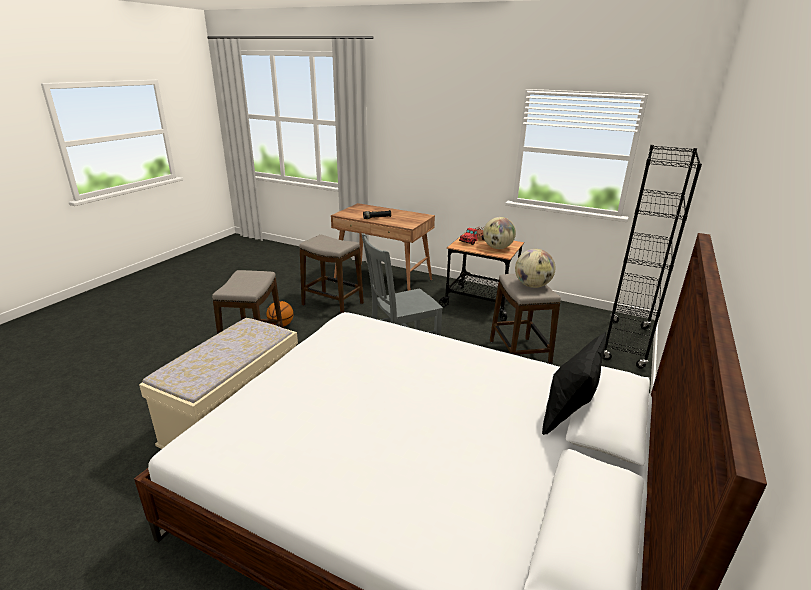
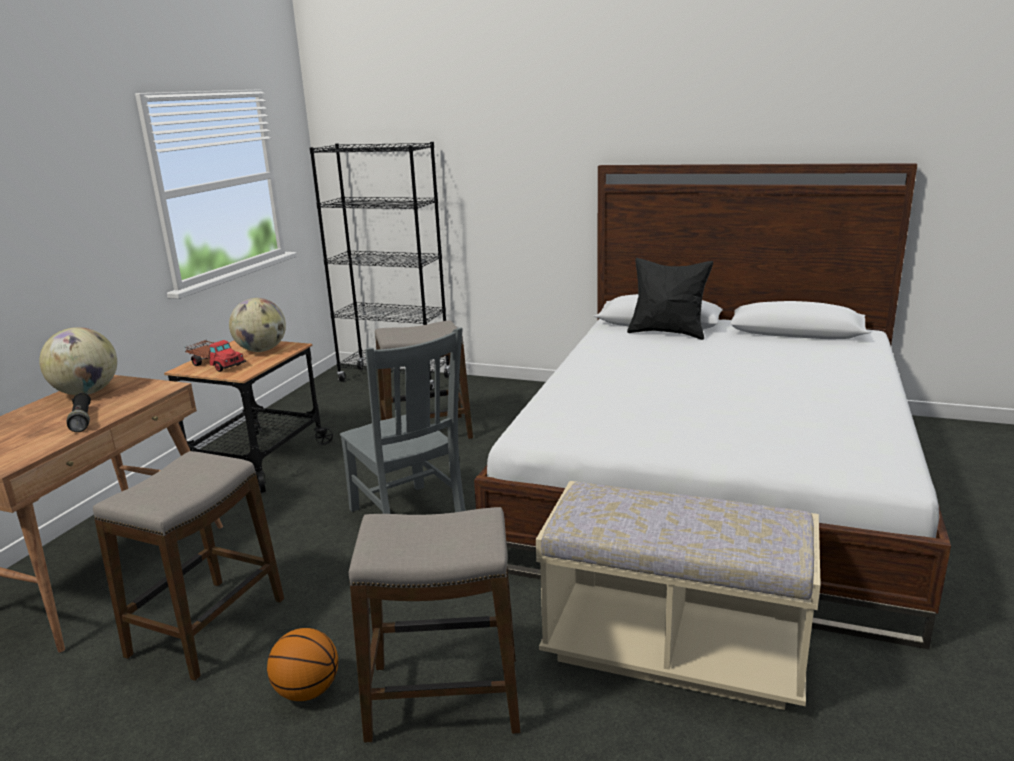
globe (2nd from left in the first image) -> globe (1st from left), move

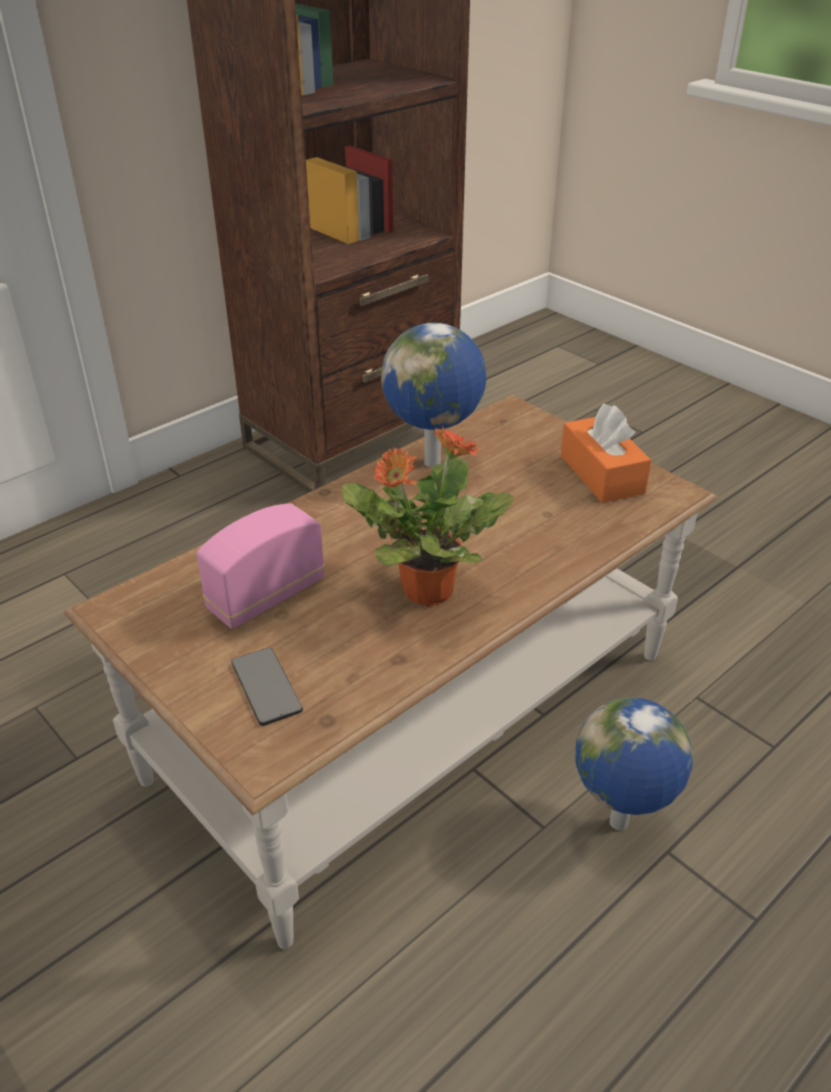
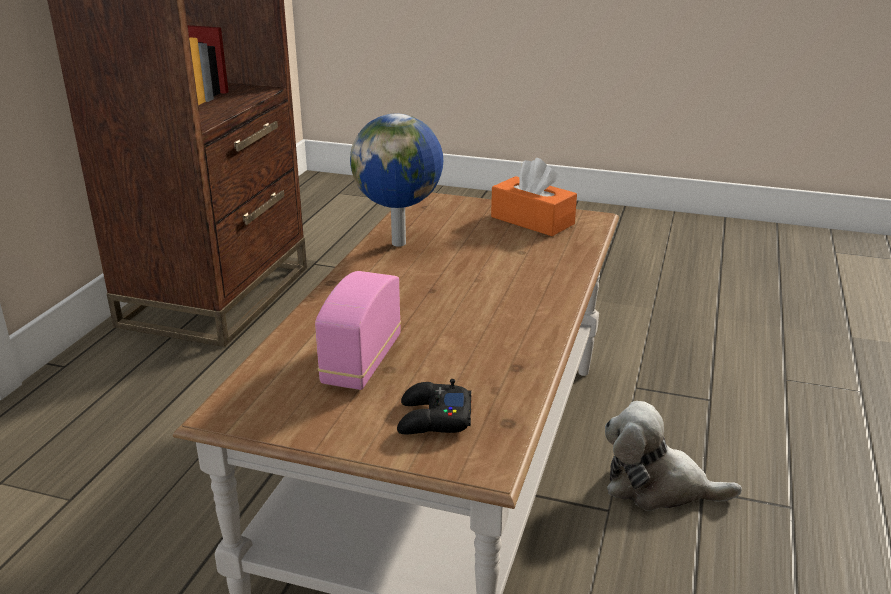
potted plant -> none
phone -> game controller (black)
globe (2nd from left) -> plush toy

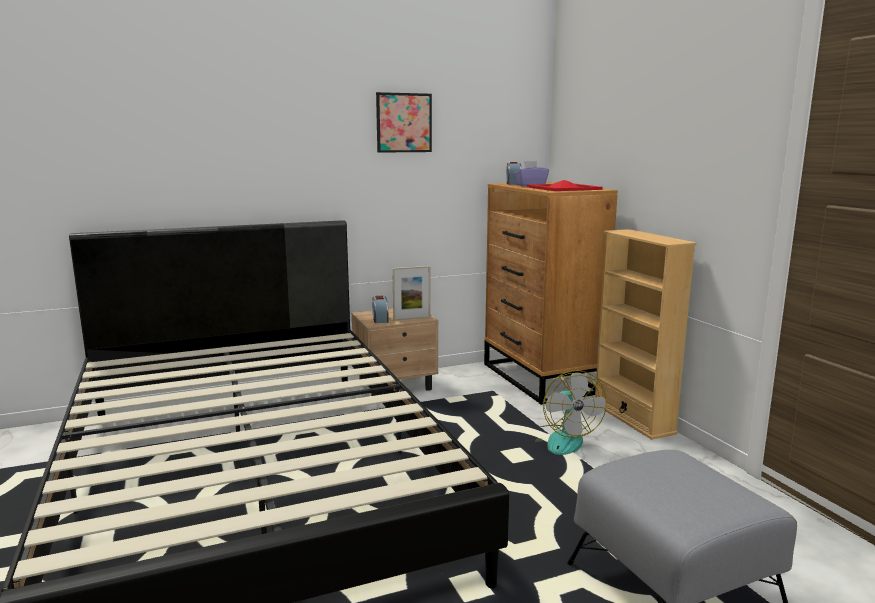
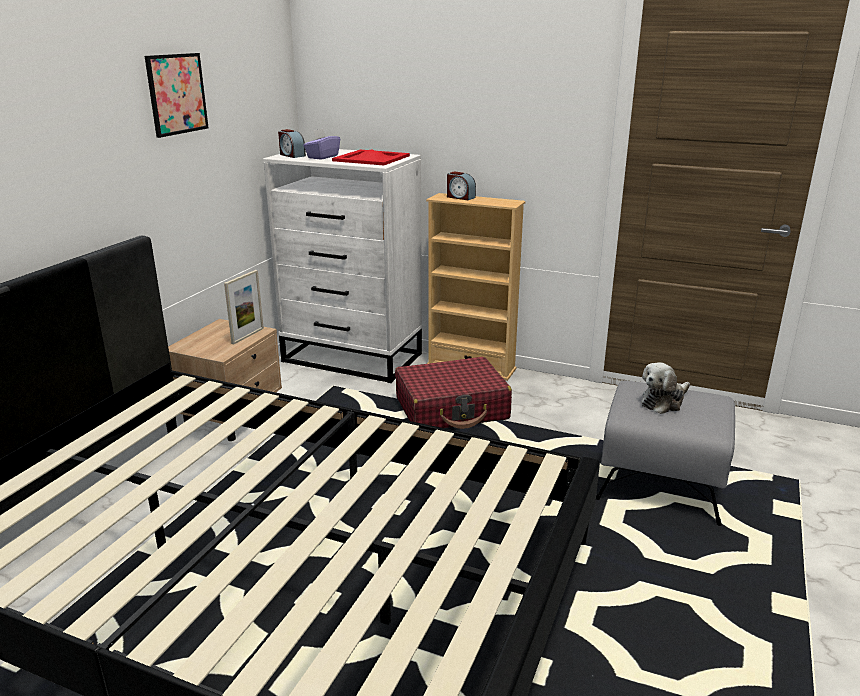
dresser (brown) -> dresser (white)
alarm clock (1st from left in the first image) -> alarm clock (2nd from left), move
fan -> suitcase (red)
none -> plush toy

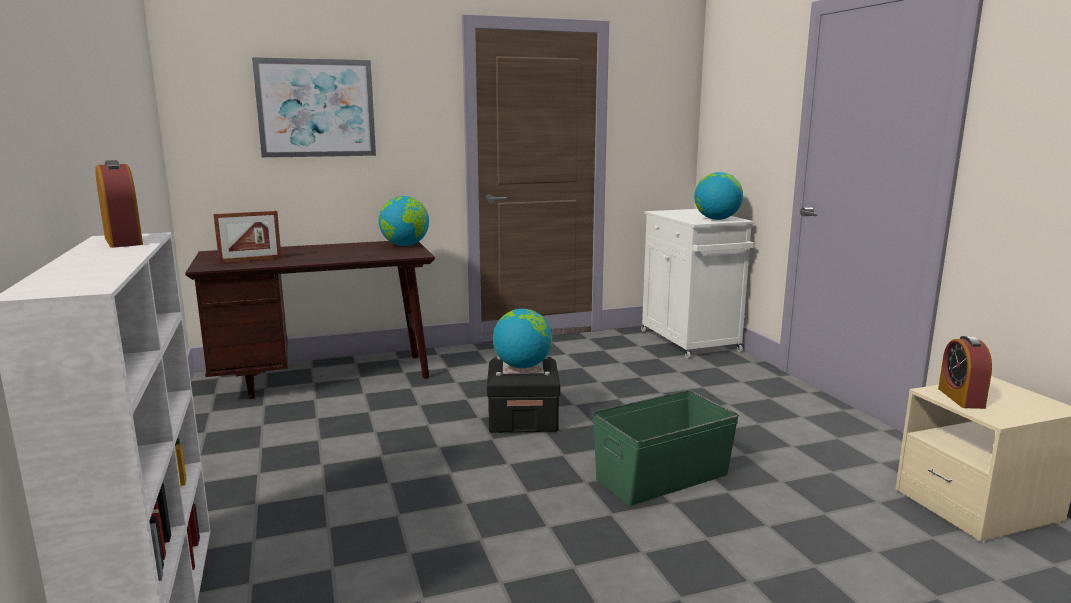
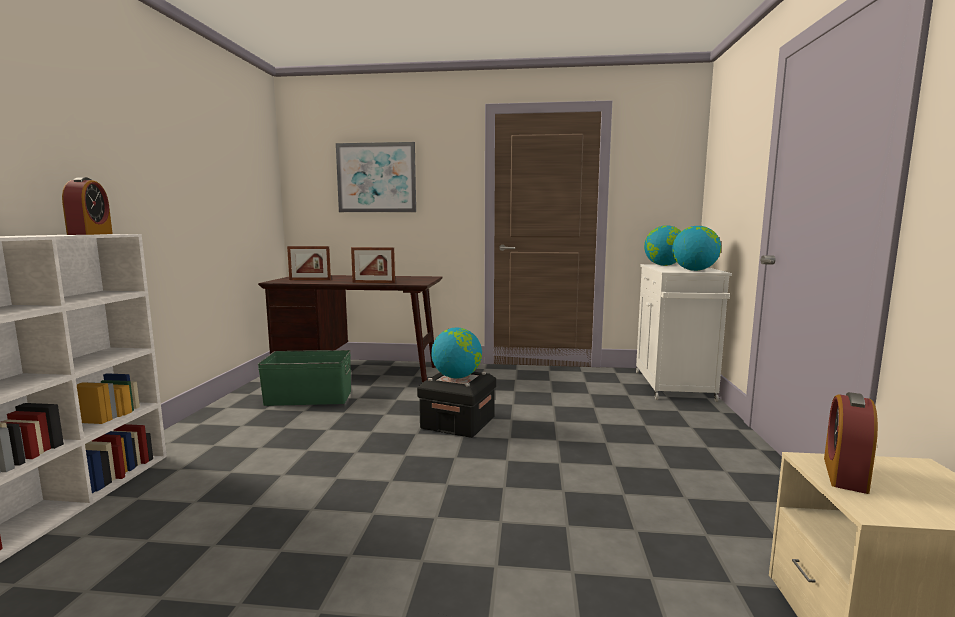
globe (1st from left in the first image) -> globe (2nd from left), move
storage box (green), move
none -> picture frame (2nd from left)

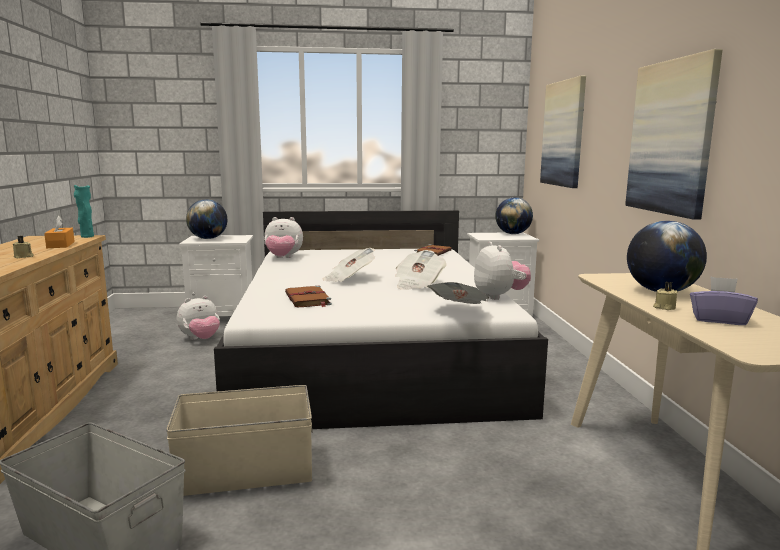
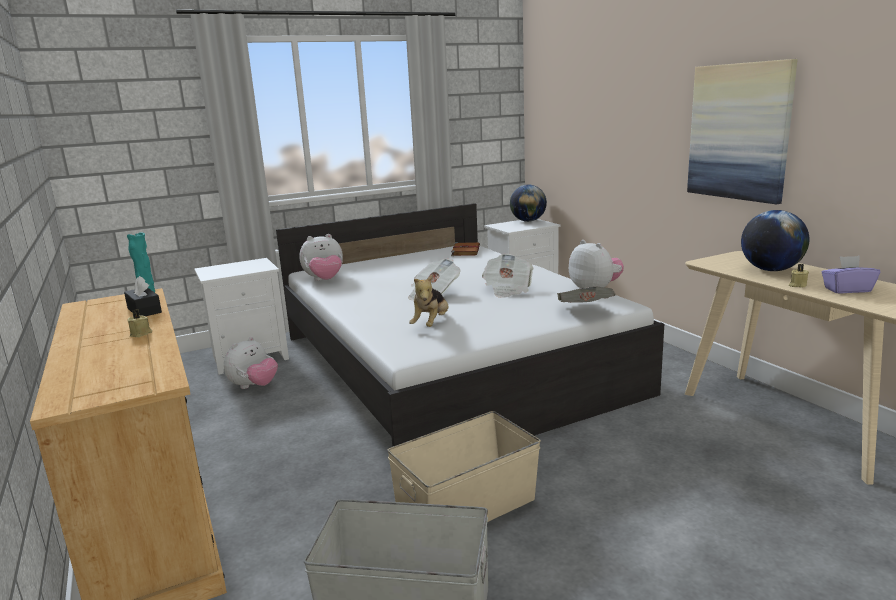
picture (1st from left) -> none
globe (1st from left) -> none
tissue box (orange) -> tissue box (black)
book (brown) (1st from left) -> plush toy (3rd from left)

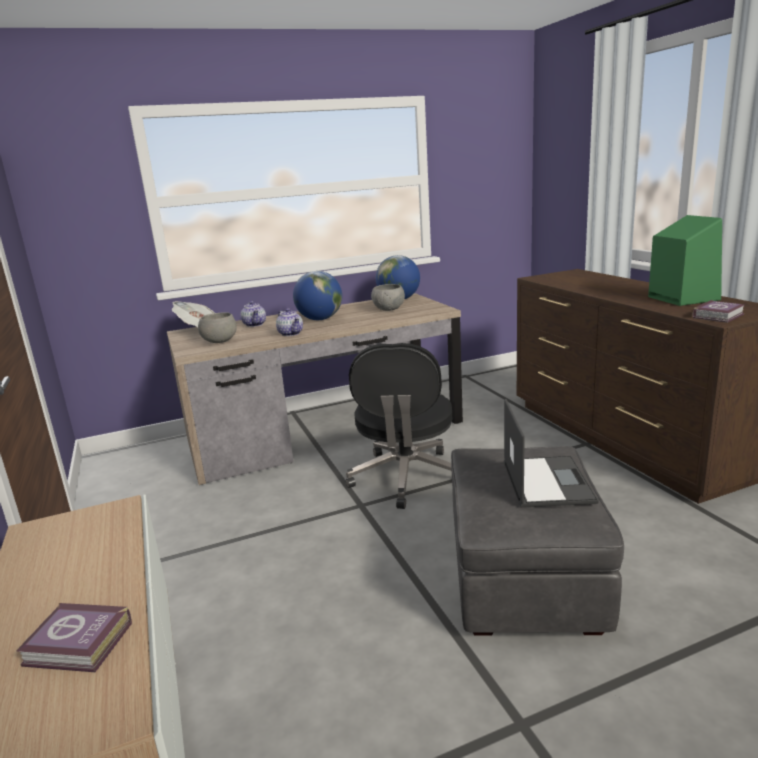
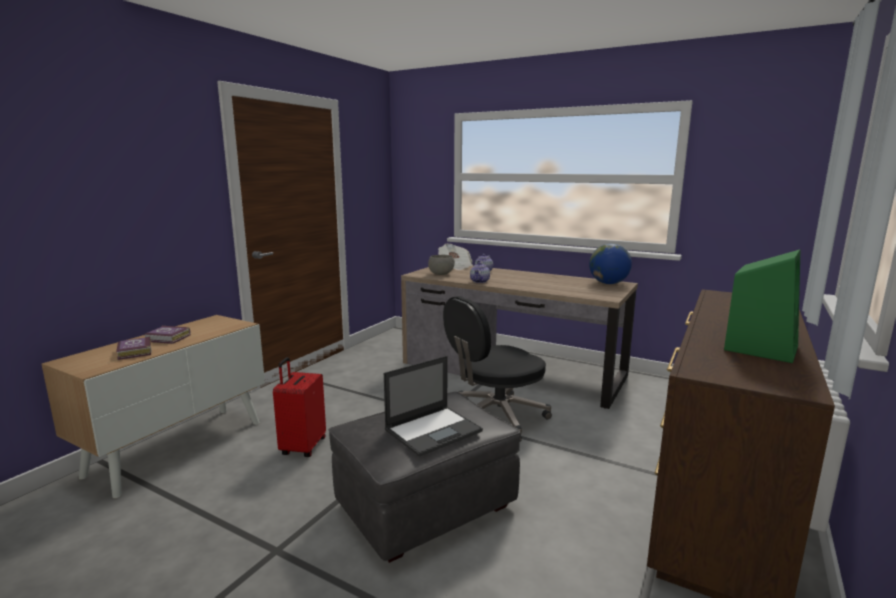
globe (1st from left) -> none
bowl (grey) (2nd from left) -> none
book (2nd from left), move
none -> suitcase (red)

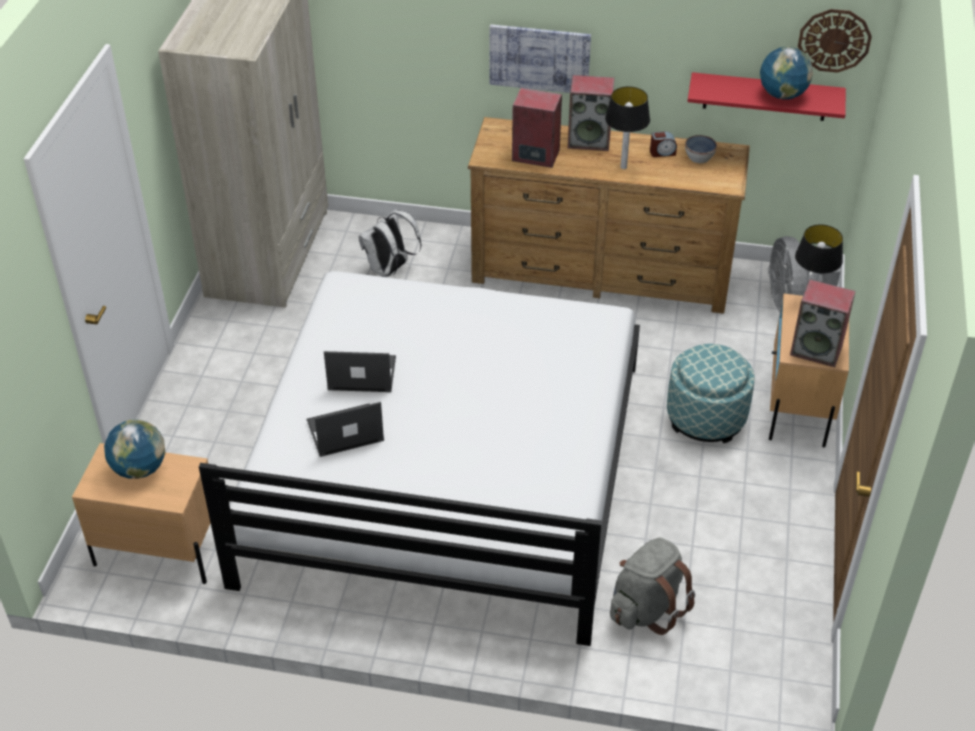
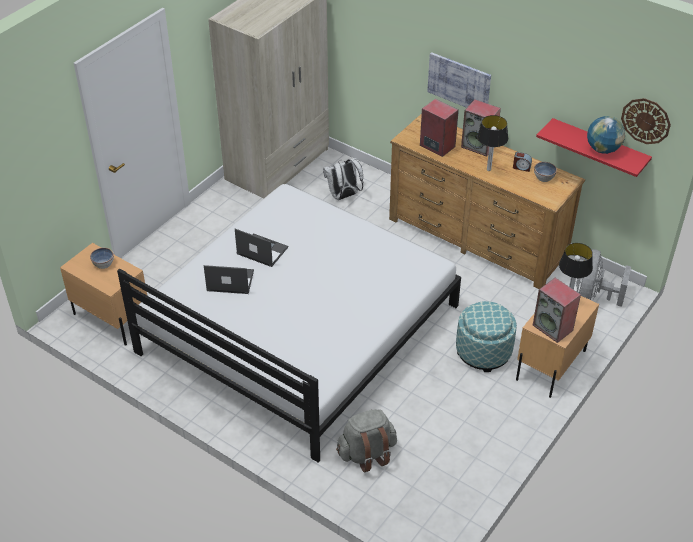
globe (1st from left) -> bowl (1st from left)

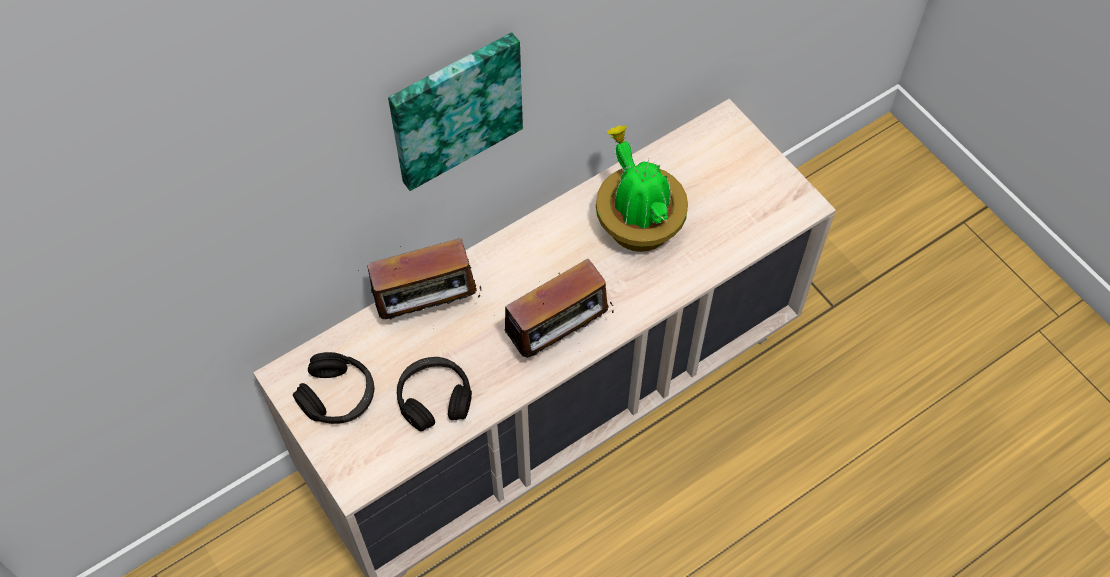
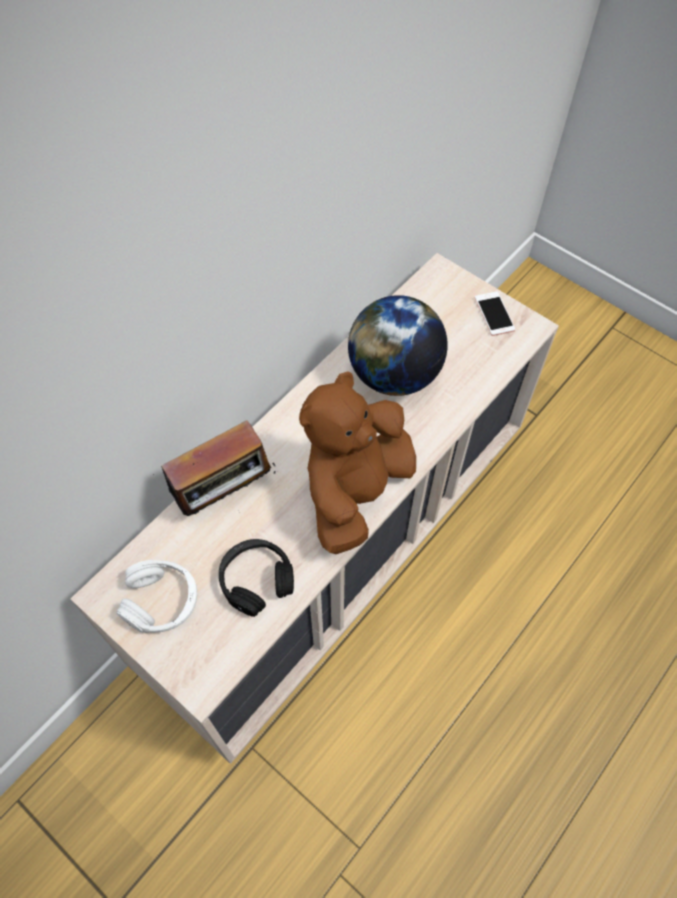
picture -> none
potted plant -> globe
radio (2nd from left) -> plush toy (brown)
headphones (black) (1st from left) -> headphones (white)
none -> phone

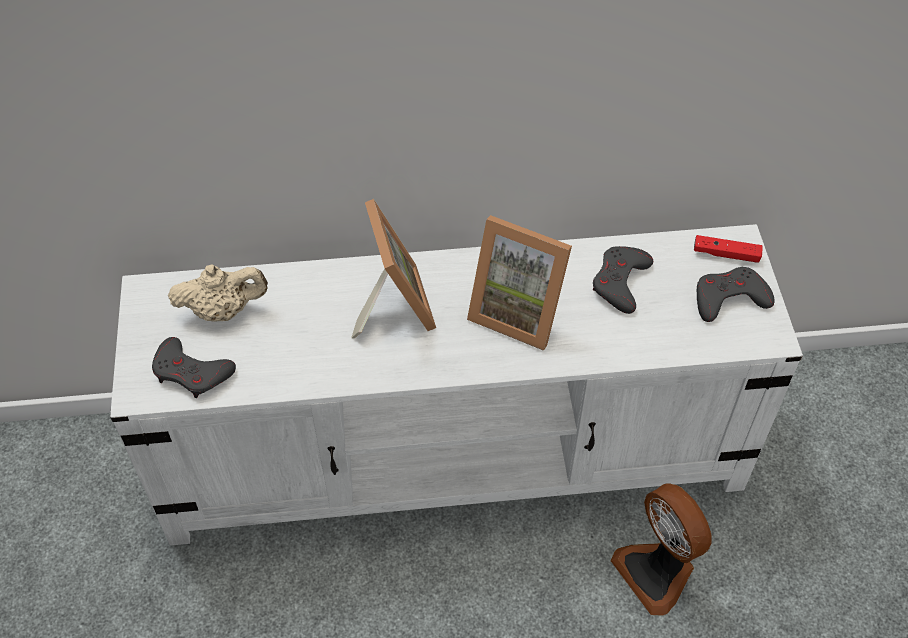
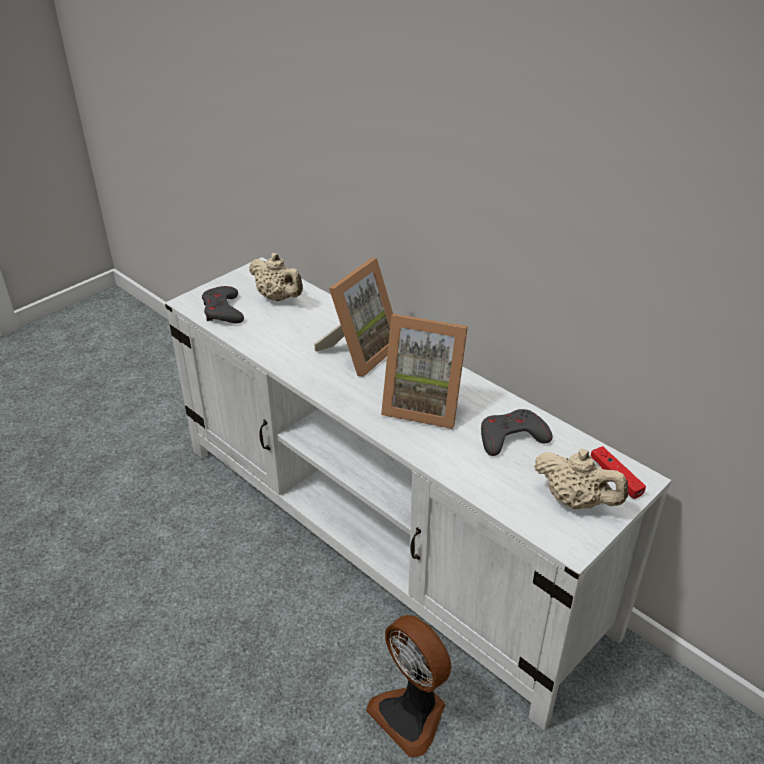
picture frame (2nd from left), 60 degrees counterclockwise
game controller (grey) (3rd from left) -> teapot (beige) (2nd from left)
fan, 60 degrees counterclockwise

